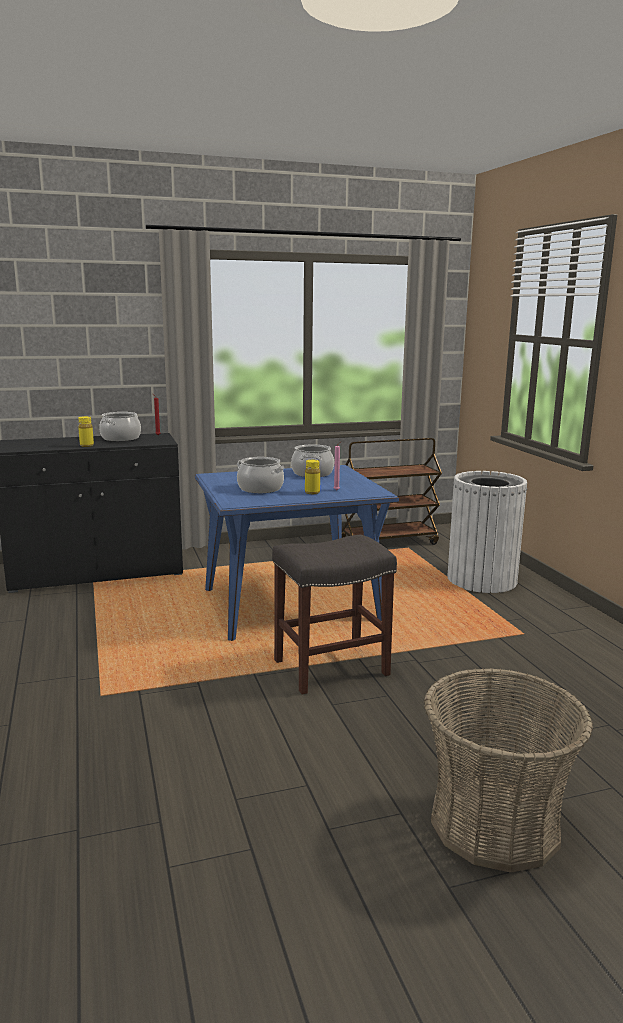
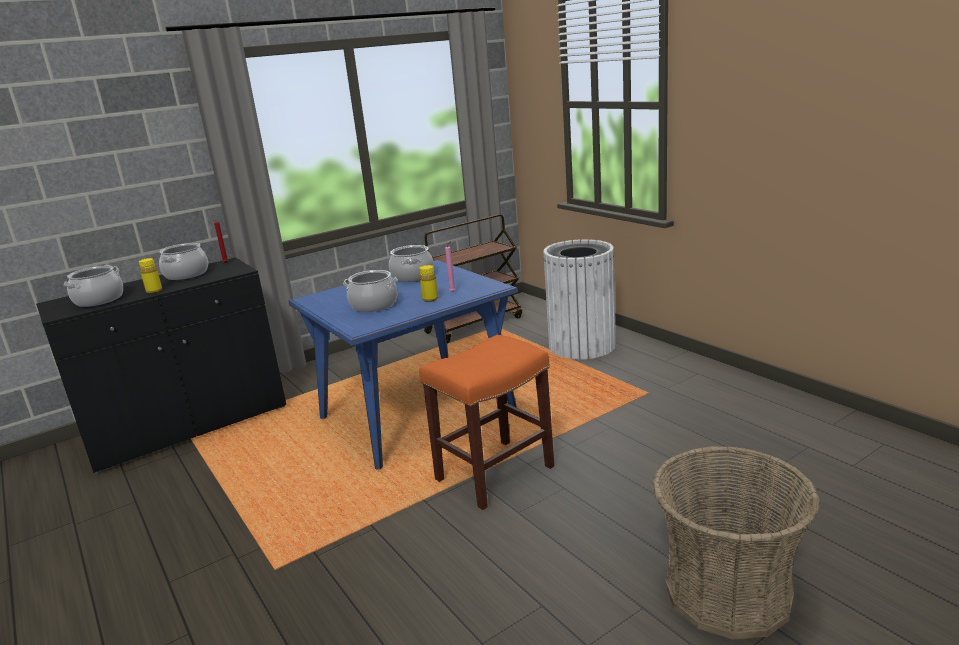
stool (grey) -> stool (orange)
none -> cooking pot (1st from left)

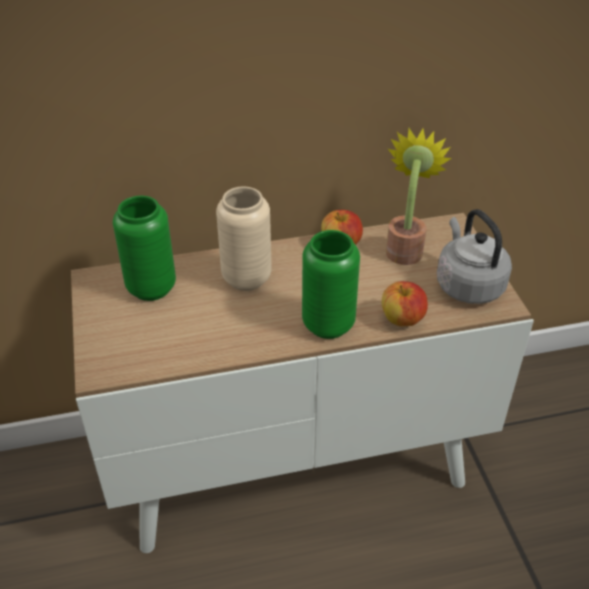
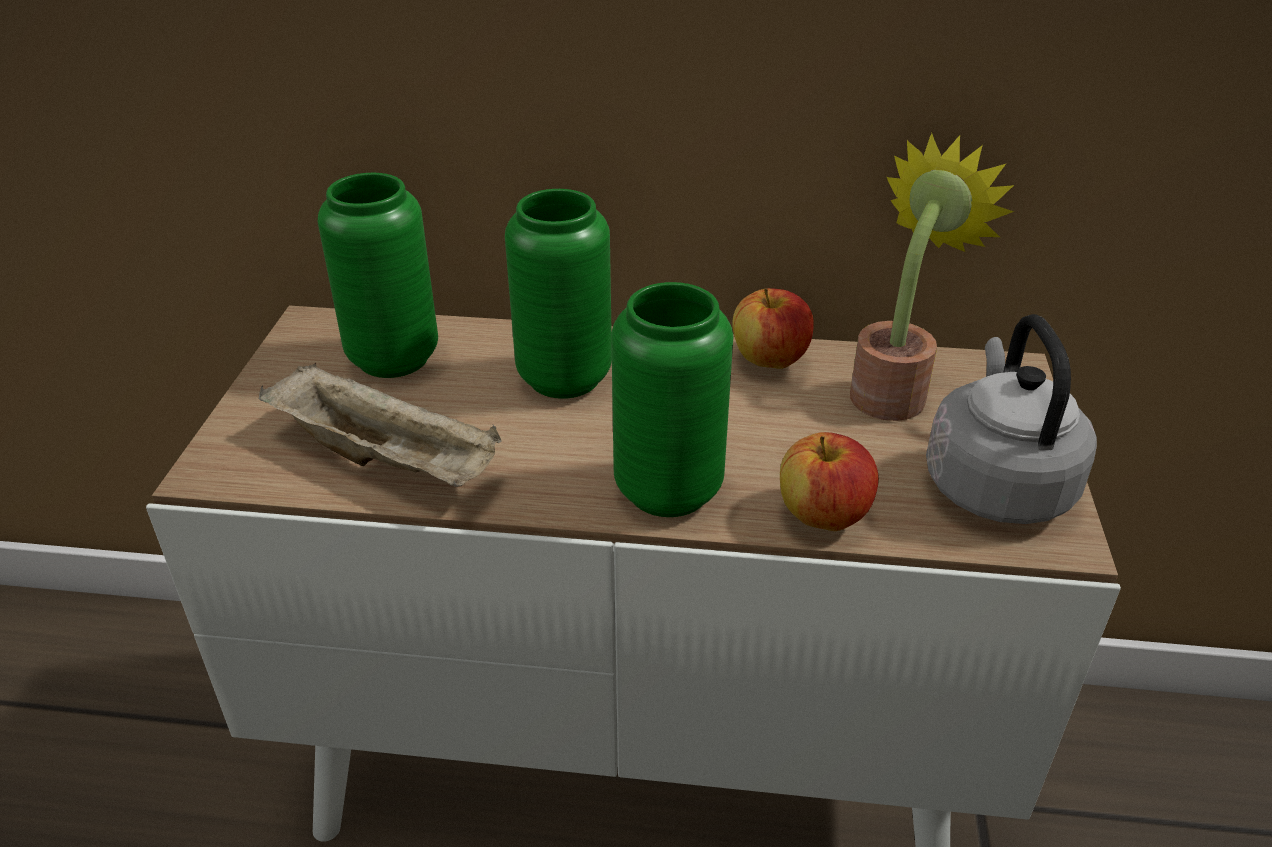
vase (beige) -> vase (green) (2nd from left)
none -> tray (beige)

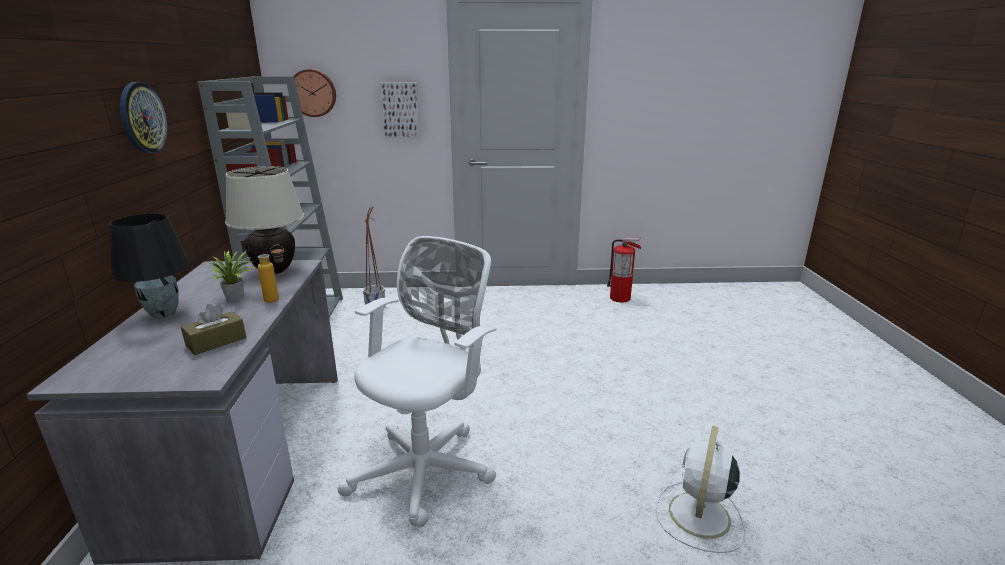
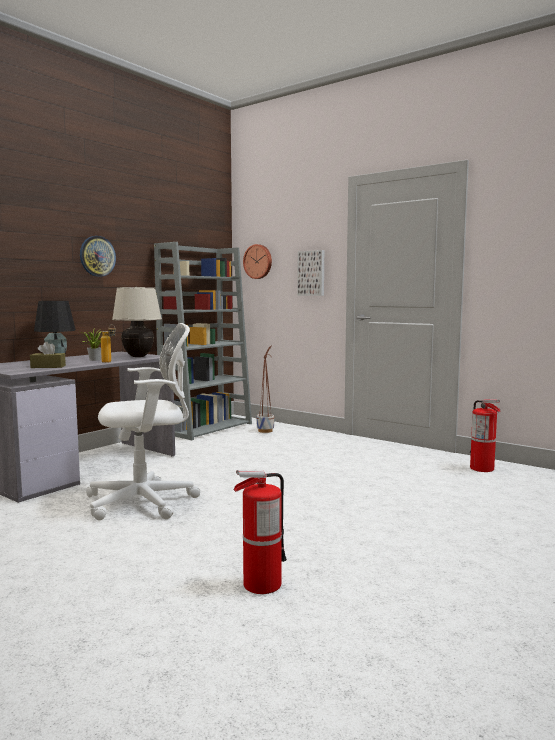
fan (white) -> fire extinguisher (1st from left)

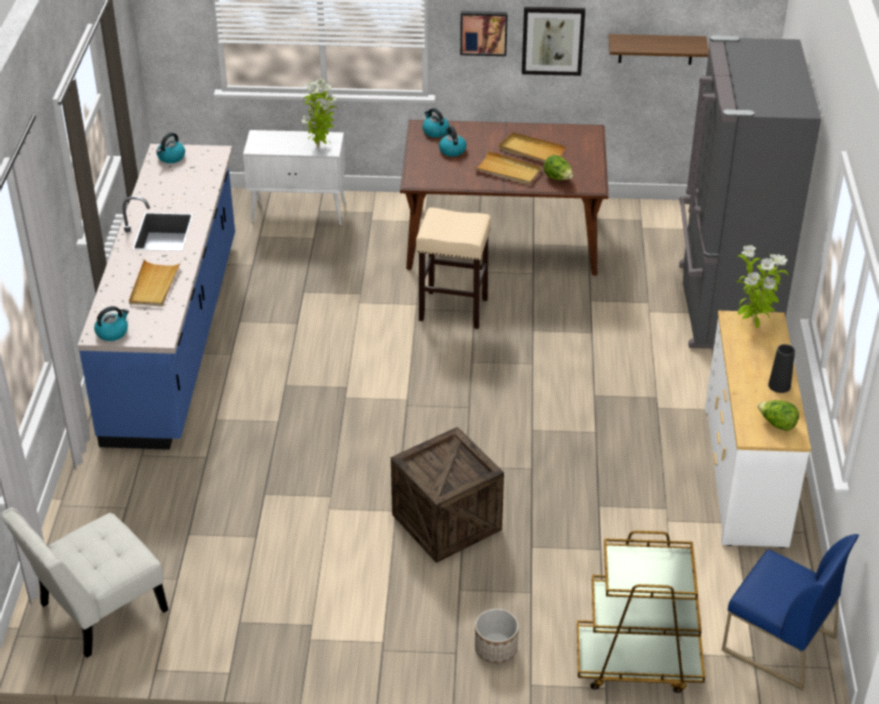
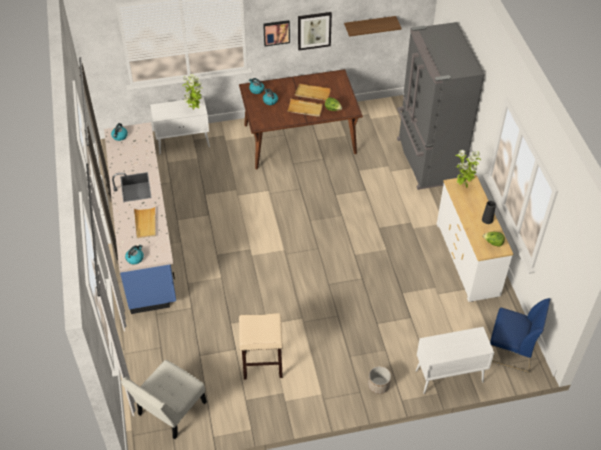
stool (beige), move
crate -> none
cart (brown) -> cabinet (white) (2nd from left)

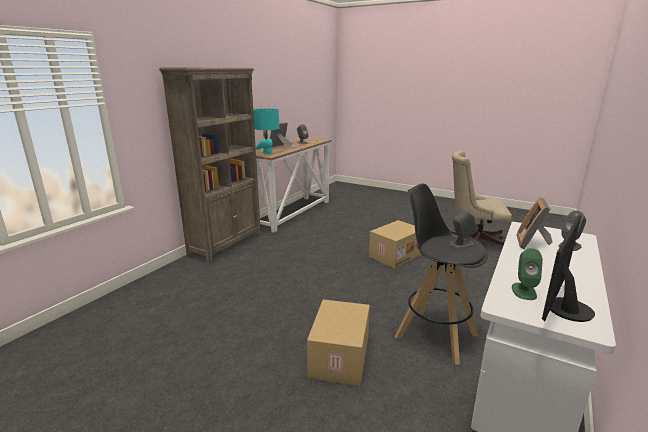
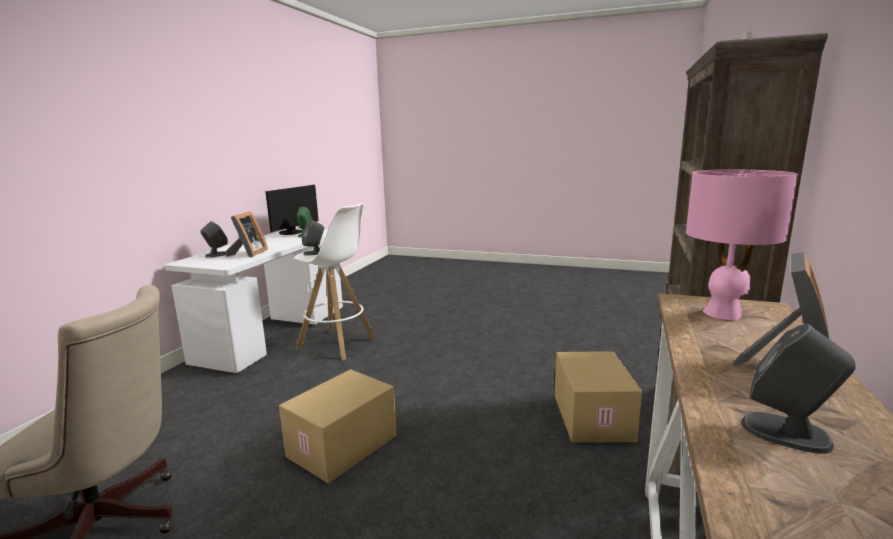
table lamp (turquoise) -> table lamp (pink)
stool (black) -> stool (white)
cardboard box (1st from left in the first image) -> cardboard box (2nd from left), move

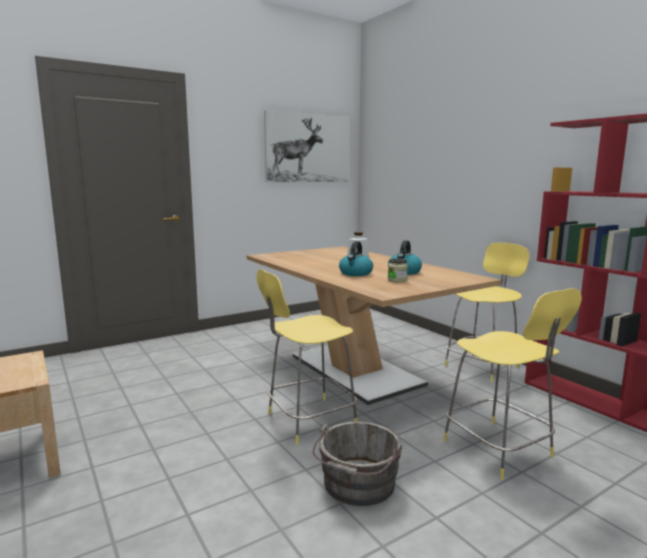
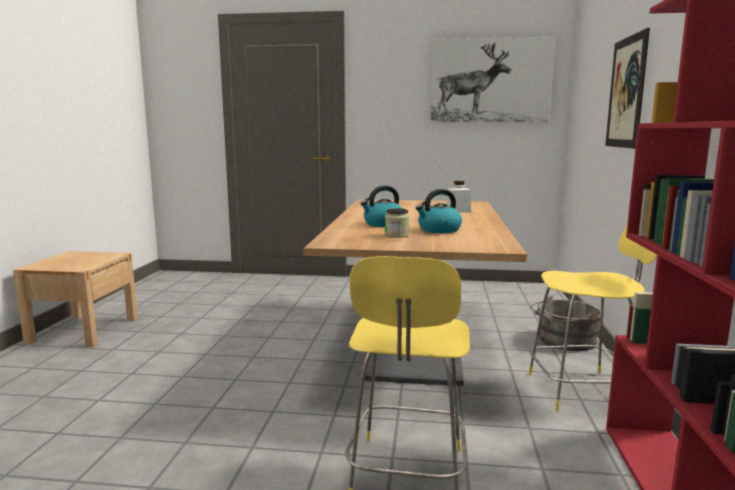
stool (yellow) (1st from left) -> none
bucket (grey), move
none -> picture (2nd from left)

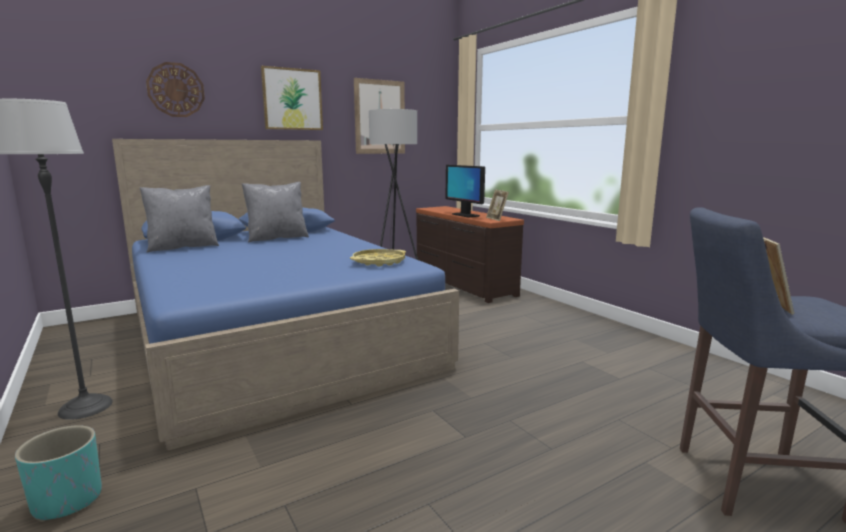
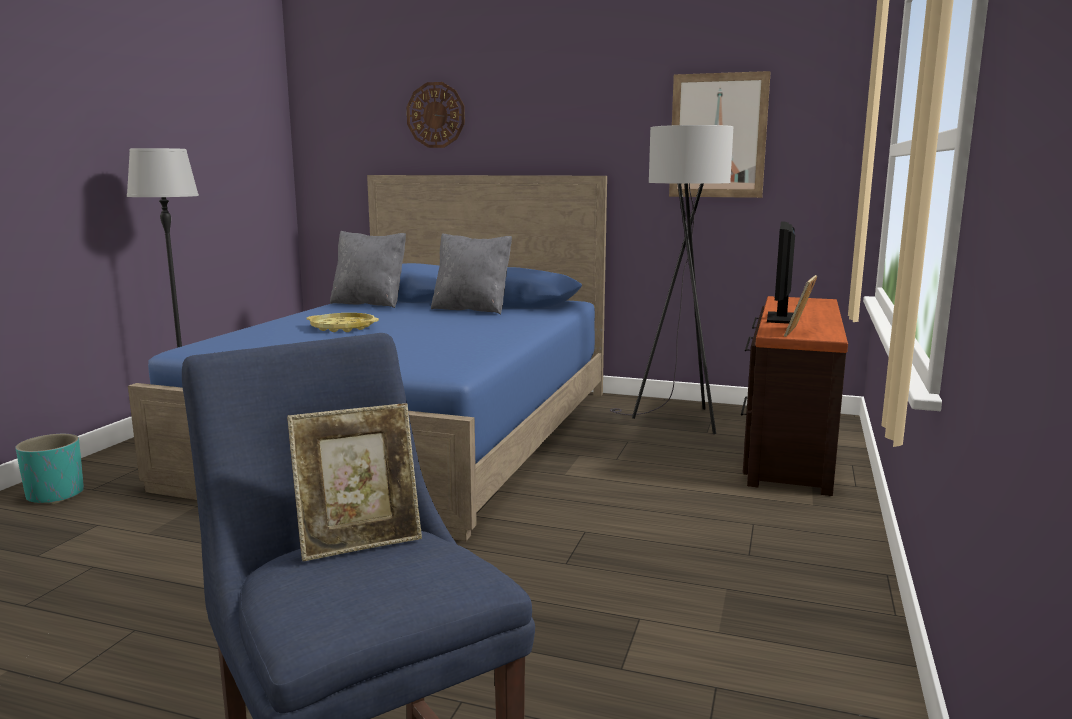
picture (1st from left) -> none
tray (yellow), move

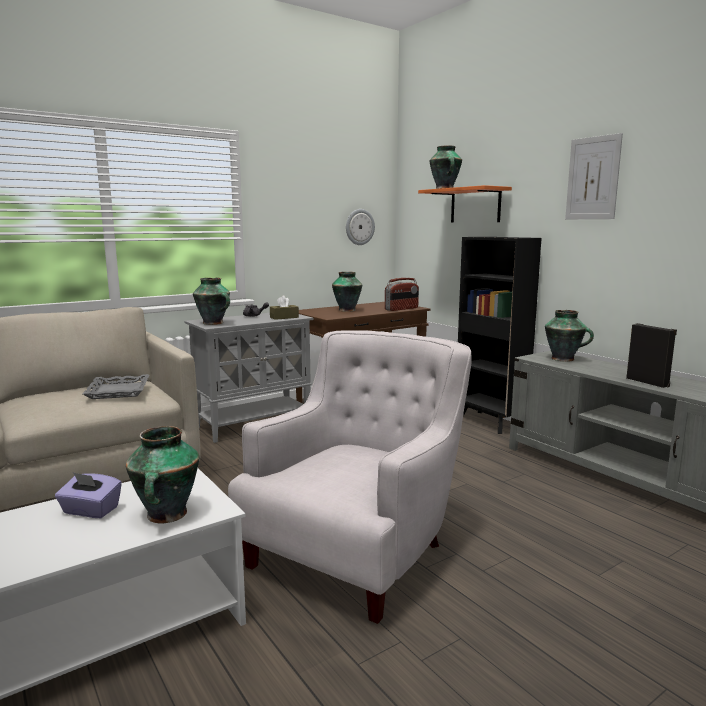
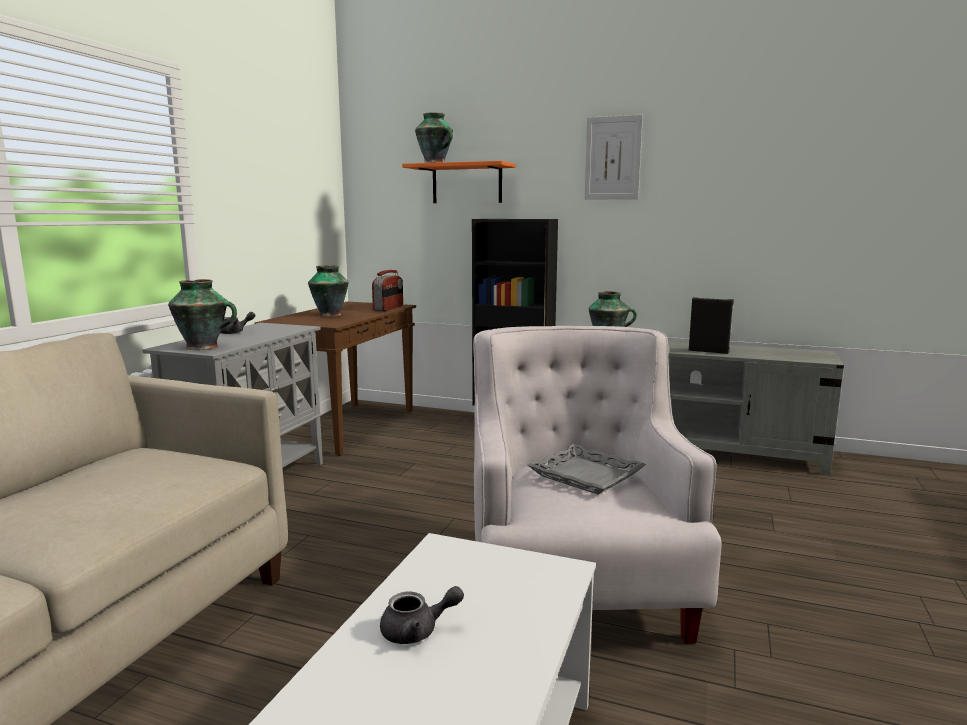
wall clock -> none
tissue box (brown) -> none
tray (grey), move
vase (1st from left) -> none
tissue box (purple) -> teapot (grey) (2nd from left)

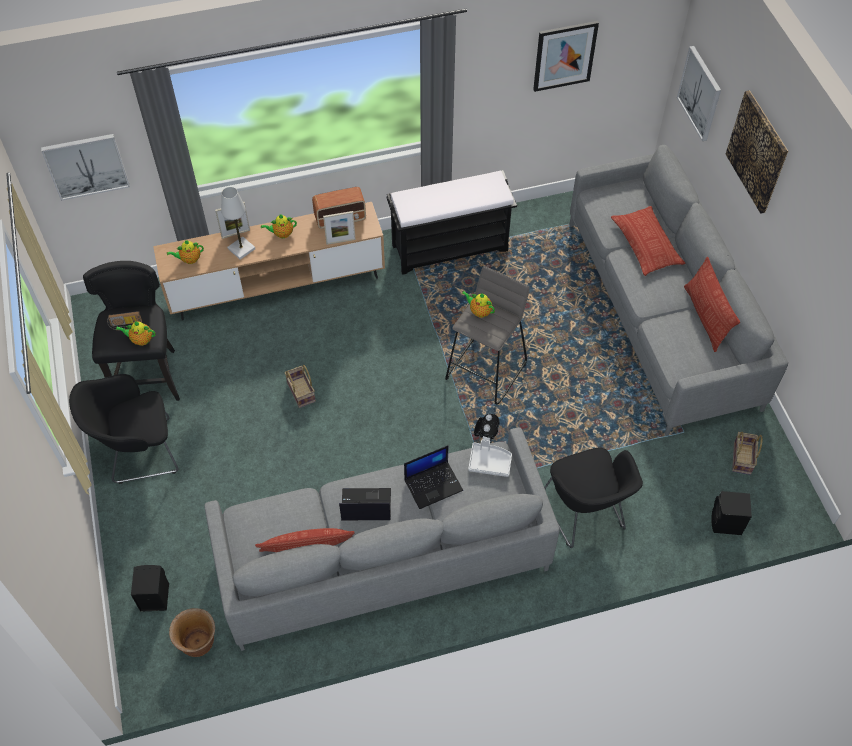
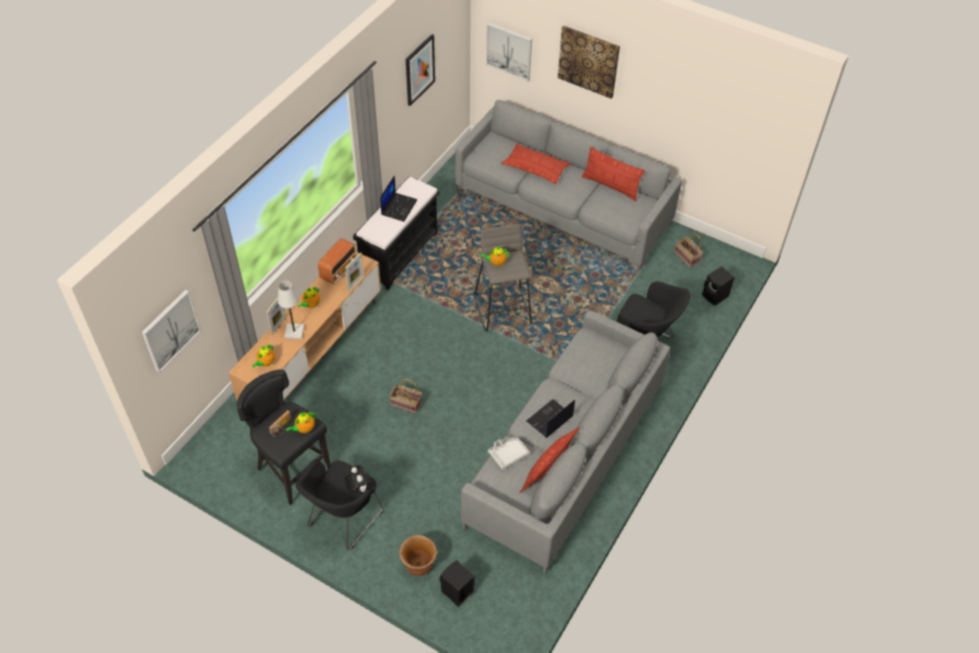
plush toy, move
tray (grey), move
laptop (2nd from left in the first image) -> laptop (1st from left), move
planter (brown), move

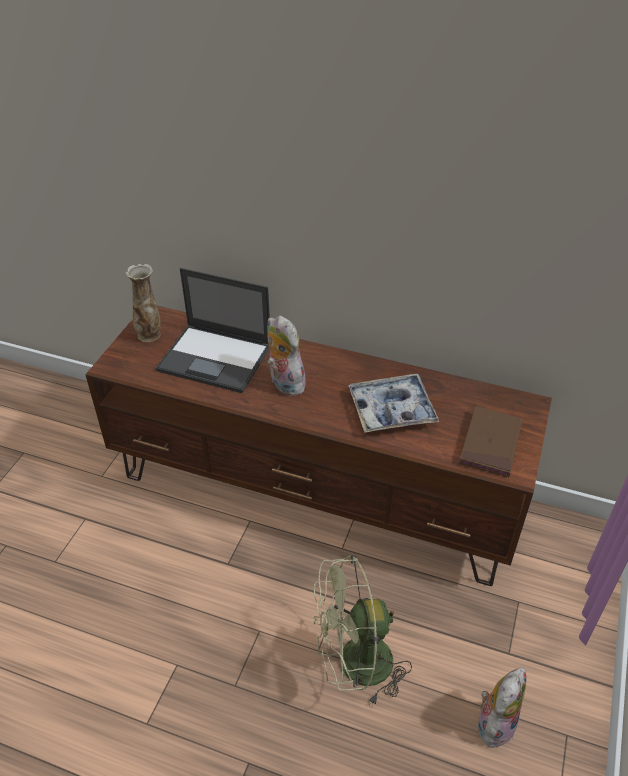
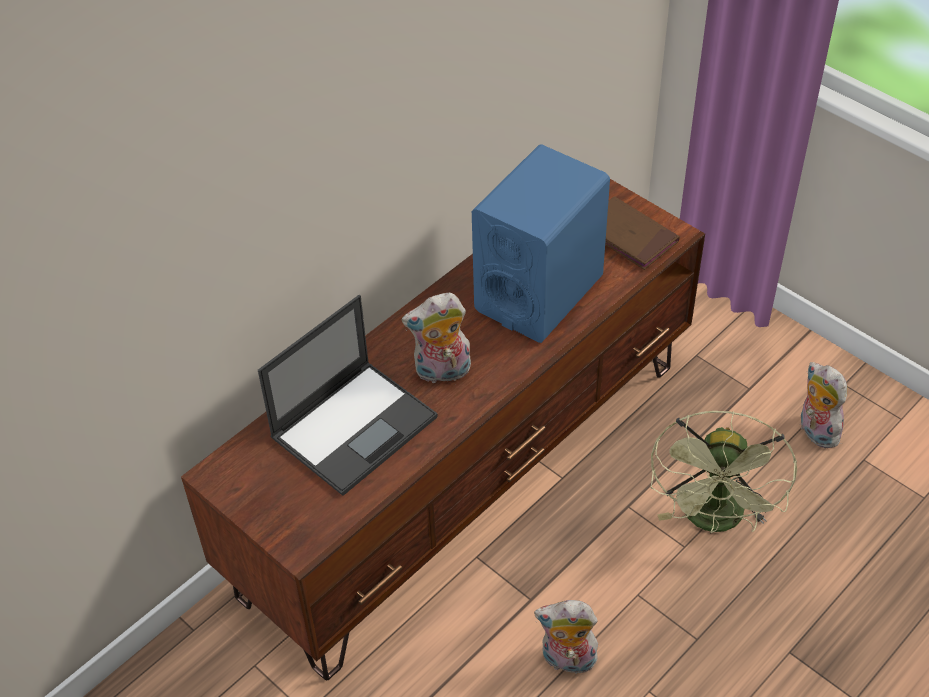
vase -> none
tray -> speaker (blue)
none -> plush toy (2nd from left)

